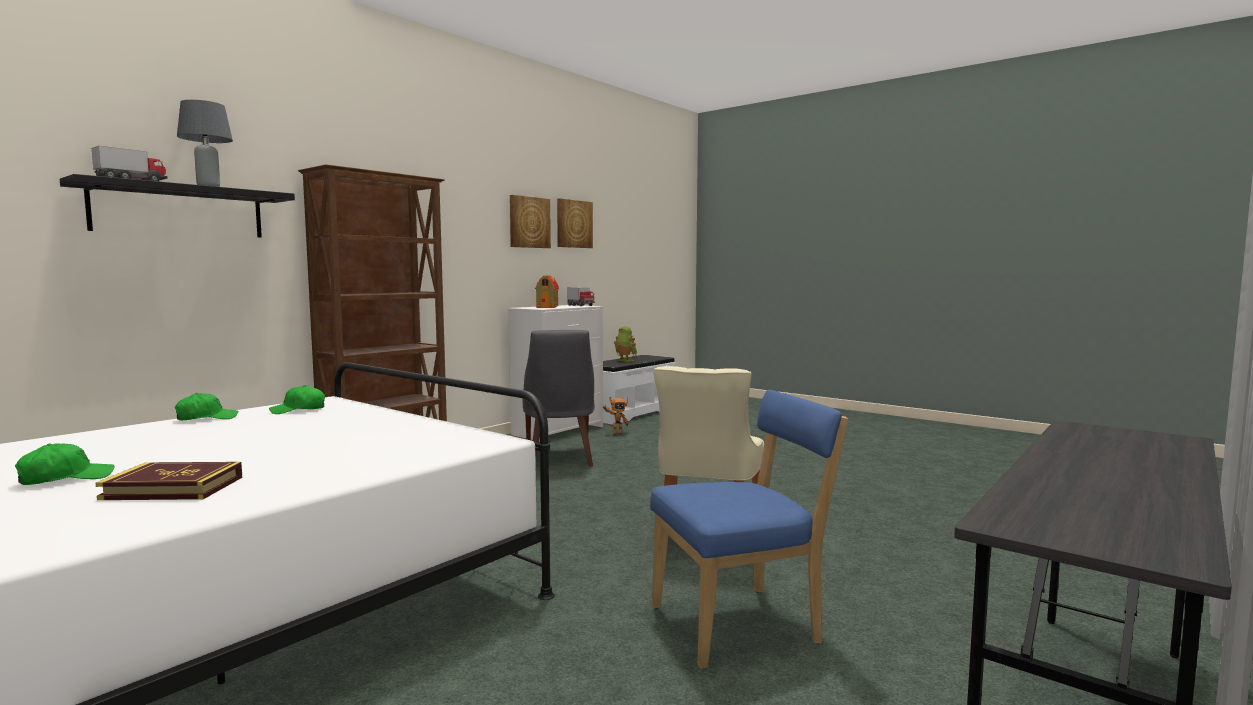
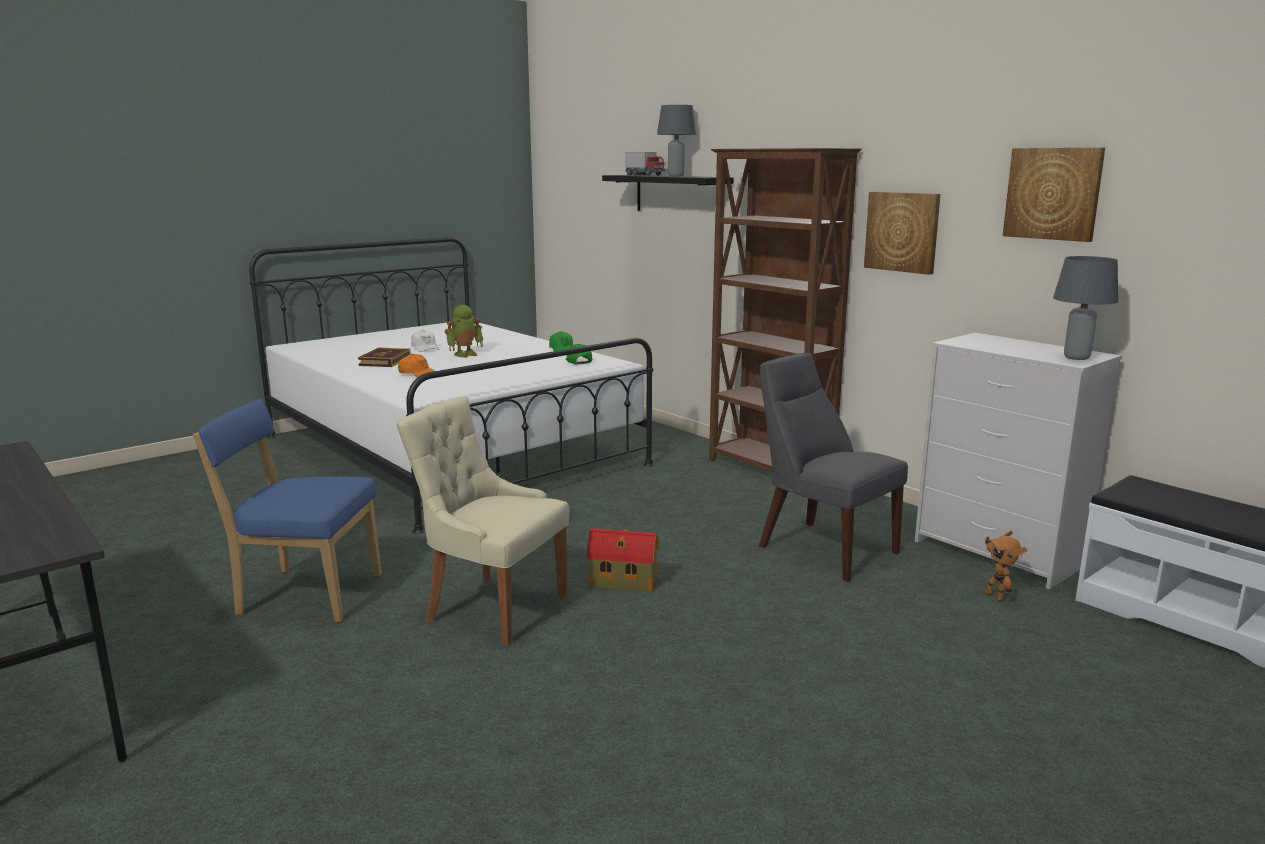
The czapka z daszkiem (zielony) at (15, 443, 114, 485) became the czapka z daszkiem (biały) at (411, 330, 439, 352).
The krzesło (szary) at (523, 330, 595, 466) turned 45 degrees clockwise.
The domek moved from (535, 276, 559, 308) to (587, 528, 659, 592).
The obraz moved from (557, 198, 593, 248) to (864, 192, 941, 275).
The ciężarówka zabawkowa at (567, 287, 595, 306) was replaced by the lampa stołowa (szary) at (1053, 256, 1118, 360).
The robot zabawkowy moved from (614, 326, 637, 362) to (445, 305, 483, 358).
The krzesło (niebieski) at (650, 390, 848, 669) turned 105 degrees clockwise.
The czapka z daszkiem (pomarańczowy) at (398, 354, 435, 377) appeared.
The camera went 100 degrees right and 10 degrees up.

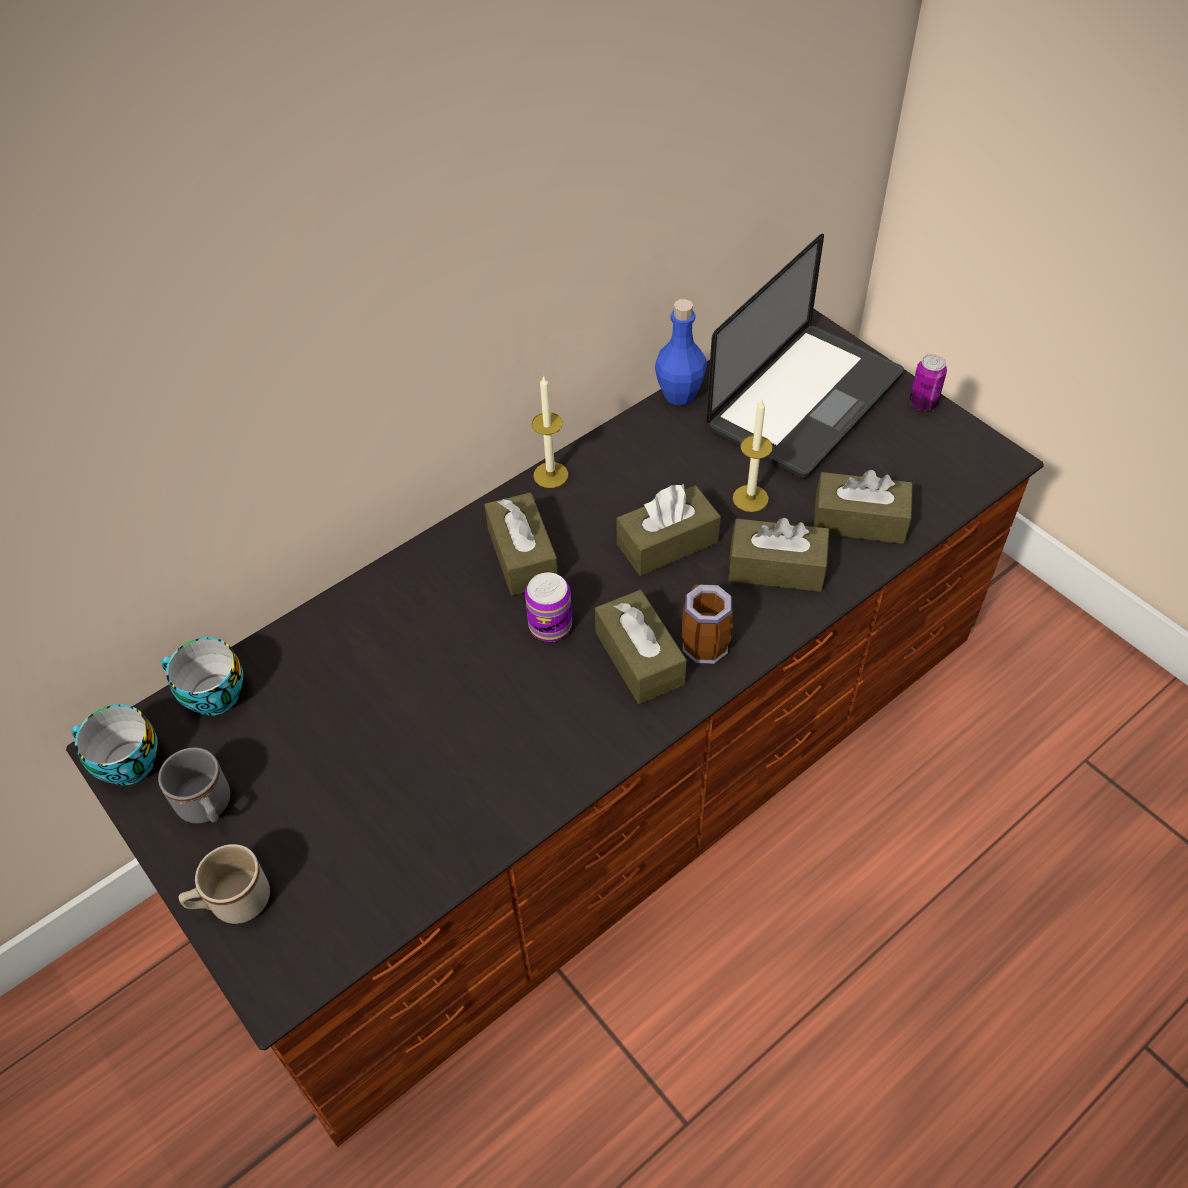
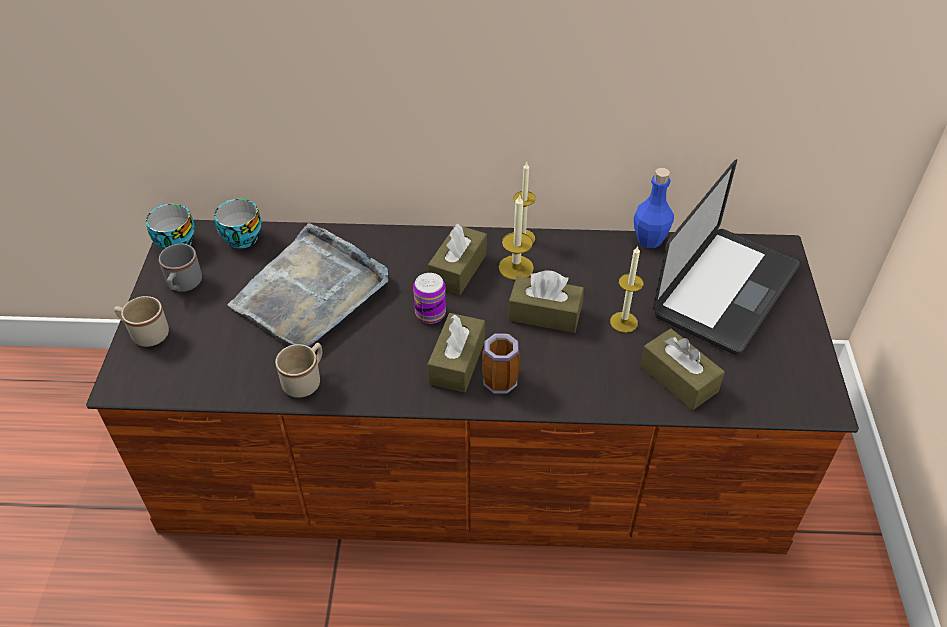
The laptop at (706, 234, 904, 479) turned 45 degrees counterclockwise.
The pudełko chusteczek (brązowy) at (728, 518, 829, 592) disappeared.
The puszka at (909, 354, 947, 411) disappeared.
The taca (szary) at (227, 223, 389, 346) appeared.
The kubek (beżowy) at (275, 343, 322, 398) appeared.
The świeca at (499, 194, 534, 280) appeared.
The camera went 40 degrees right and 5 degrees down.

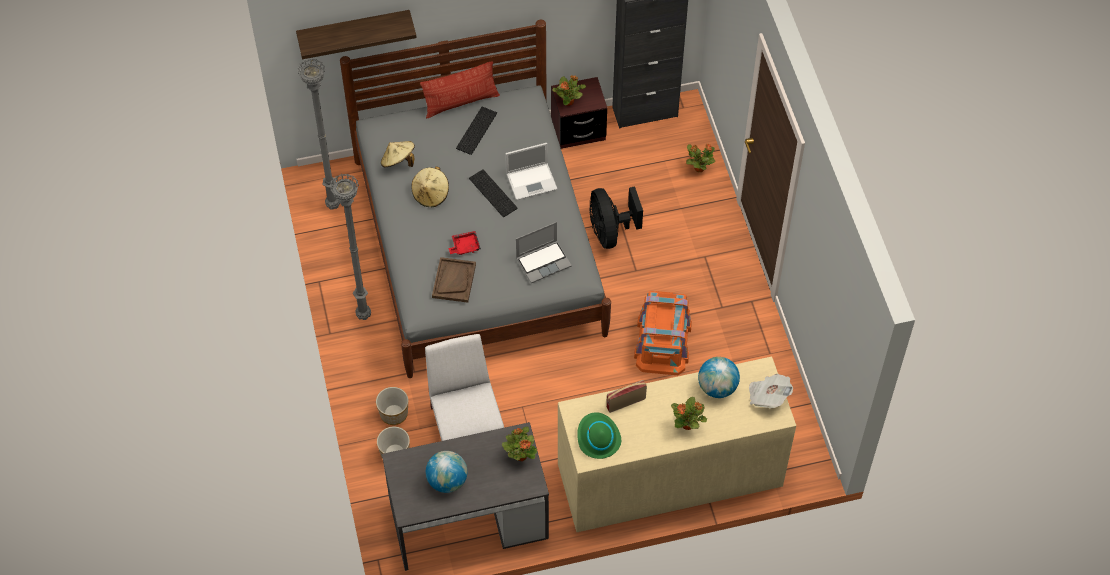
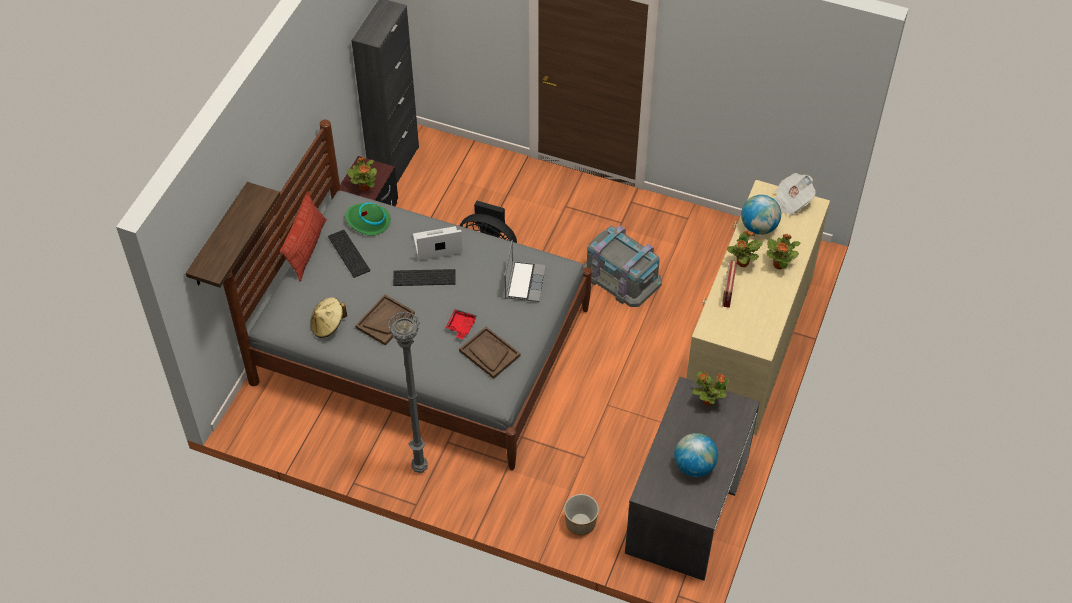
The lampa stojąca (szary) at (298, 59, 340, 210) disappeared.
The donica at (376, 387, 408, 425) disappeared.
The kapelusz (beżowy) at (411, 166, 449, 207) was replaced by the taca (brązowy) at (355, 295, 415, 346).
The krzesło (biały) at (425, 334, 504, 441) disappeared.
The laptop at (505, 143, 557, 200) turned 120 degrees counterclockwise.
The kapelusz (zielony) moved from (577, 412, 621, 459) to (345, 203, 391, 236).
The pojemnik do przechowywania (pomarańczowy) at (634, 291, 692, 375) became the pojemnik do przechowywania (szary) at (583, 226, 662, 307).
The roślina doniczkowa moved from (686, 143, 715, 172) to (727, 230, 763, 267).
The camera went 55 degrees left and 5 degrees down.

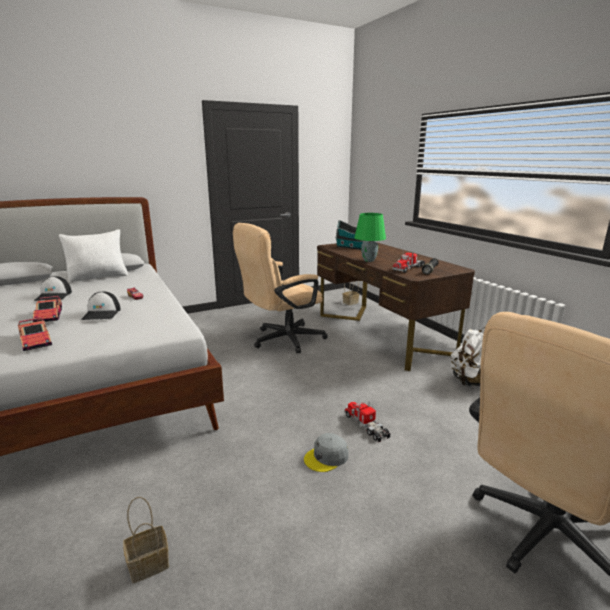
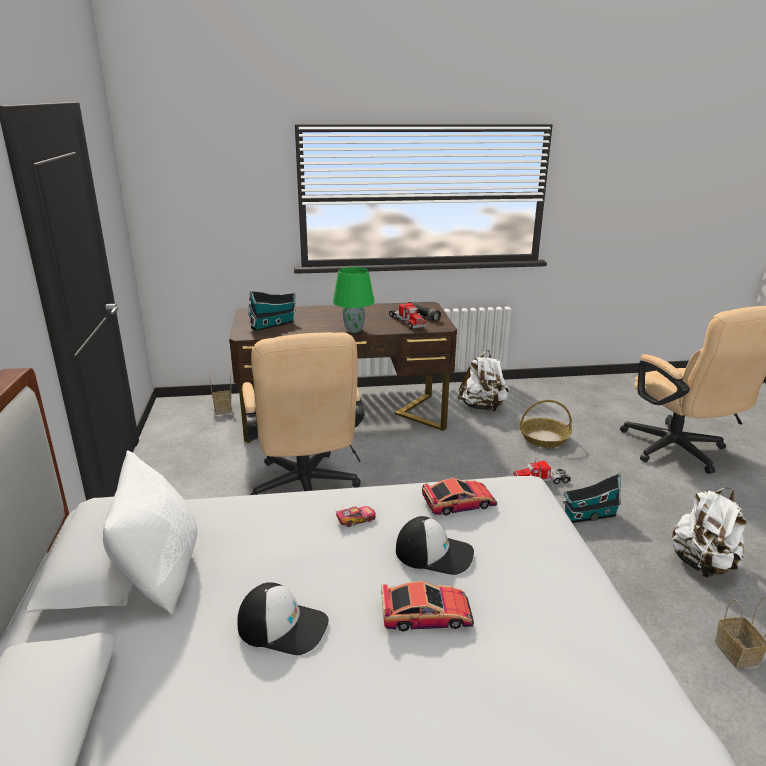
The samochodzik moved from (18, 317, 52, 351) to (422, 478, 497, 516).
The czapka z daszkiem (szary) at (304, 433, 349, 472) was replaced by the domek at (563, 473, 621, 523).
The koszyk at (520, 400, 572, 448) appeared.
The plecak (biały) at (672, 487, 747, 578) appeared.
The camera went 70 degrees left and 5 degrees up.

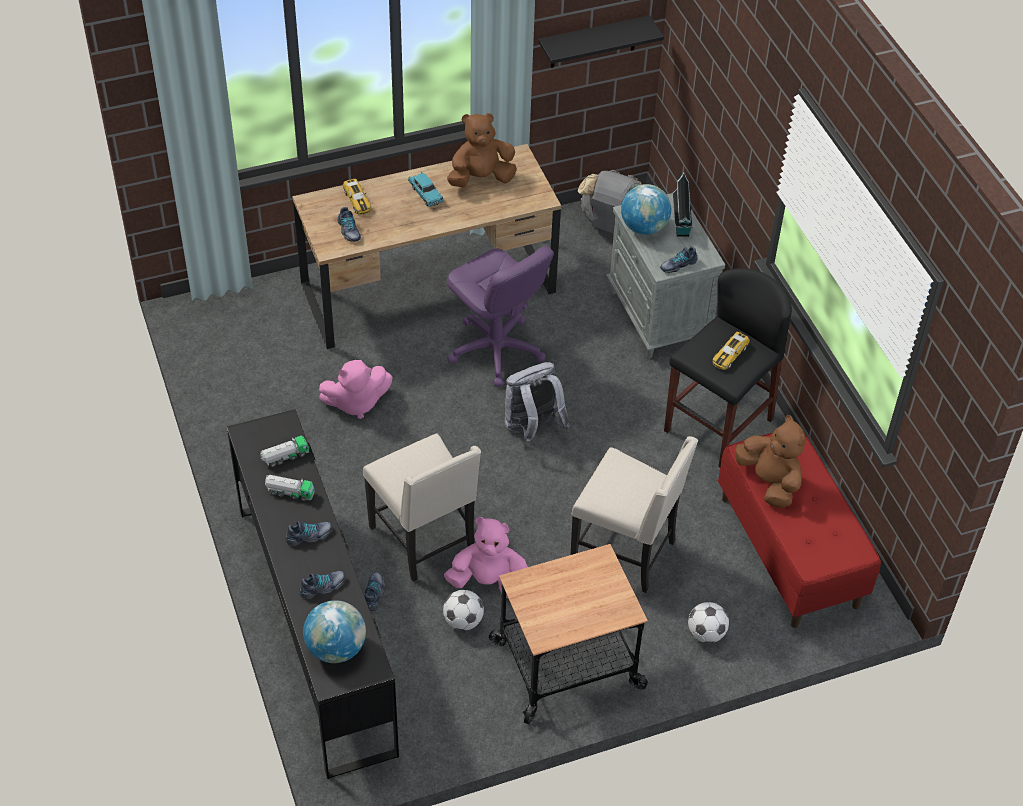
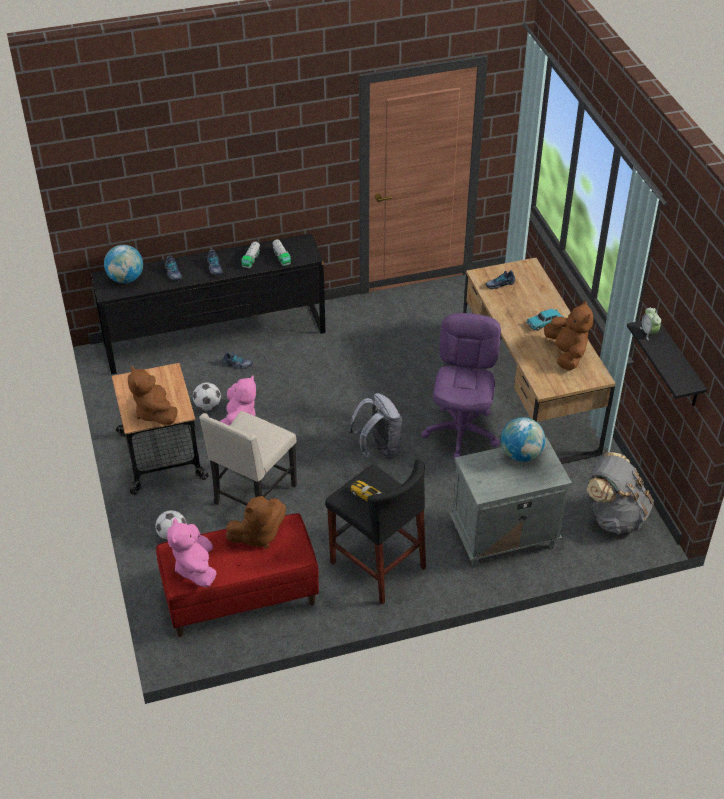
The pluszak (różowy) moved from (319, 360, 393, 419) to (167, 518, 217, 588).
The samochodzik at (343, 179, 371, 215) disappeared.
The krzesło (beżowy) at (363, 434, 481, 582) disappeared.
The krzesło biurowe (fioletowy) at (447, 246, 554, 387) turned 135 degrees clockwise.
The but at (660, 246, 698, 273) disappeared.
The domek at (673, 172, 693, 237) disappeared.
The pluszak (brązowy) at (128, 366, 178, 425) appeared.
The budzik at (640, 307, 661, 340) appeared.
The camera went 95 degrees right and 5 degrees down.

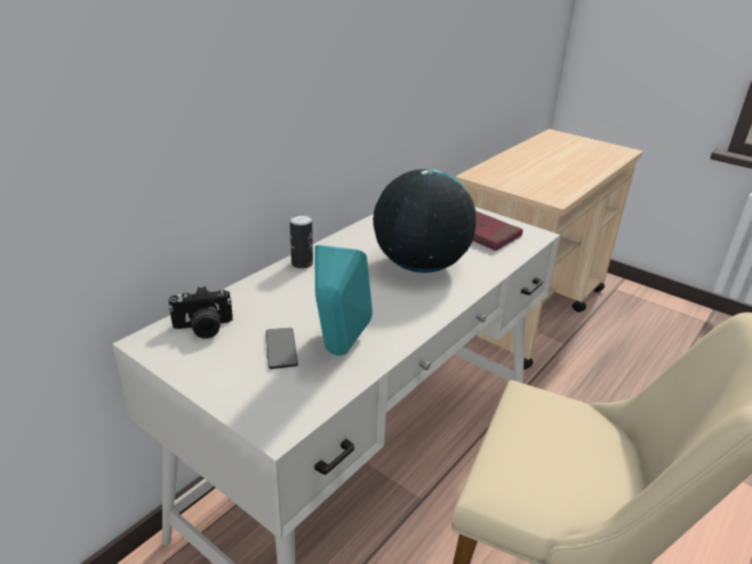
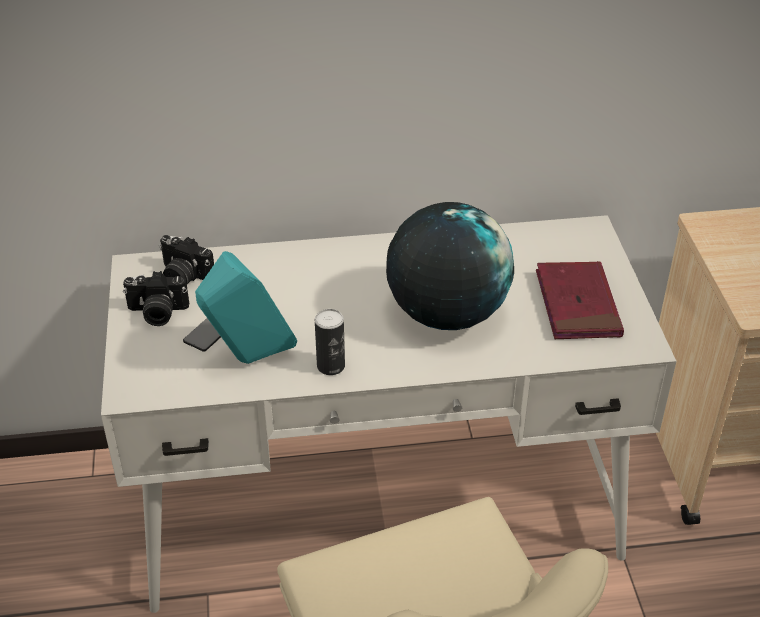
The puszka moved from (290, 214, 313, 269) to (315, 309, 345, 375).
The aparat fotograficzny at (123, 271, 189, 326) appeared.
The camera went 45 degrees right and 10 degrees up.

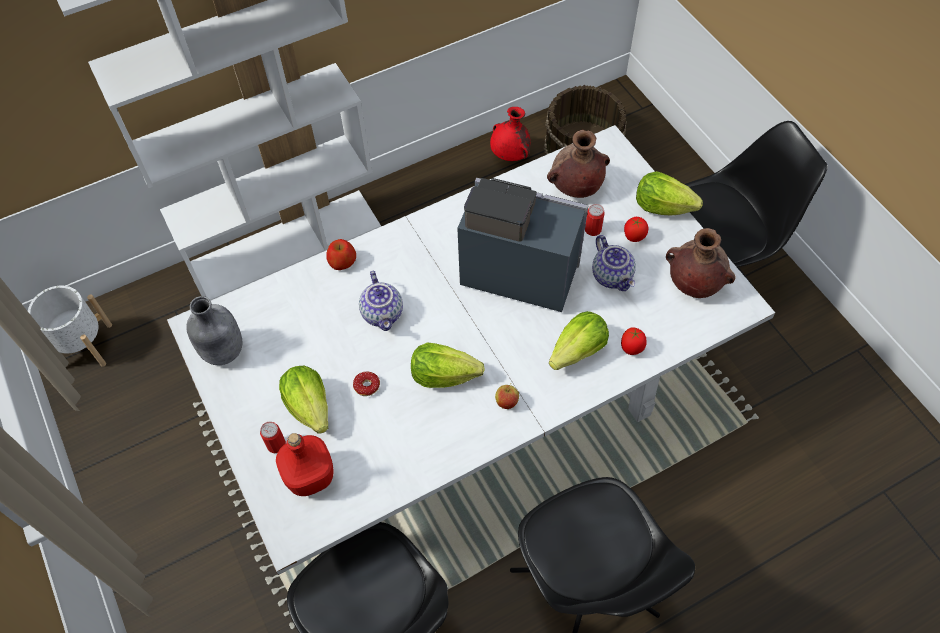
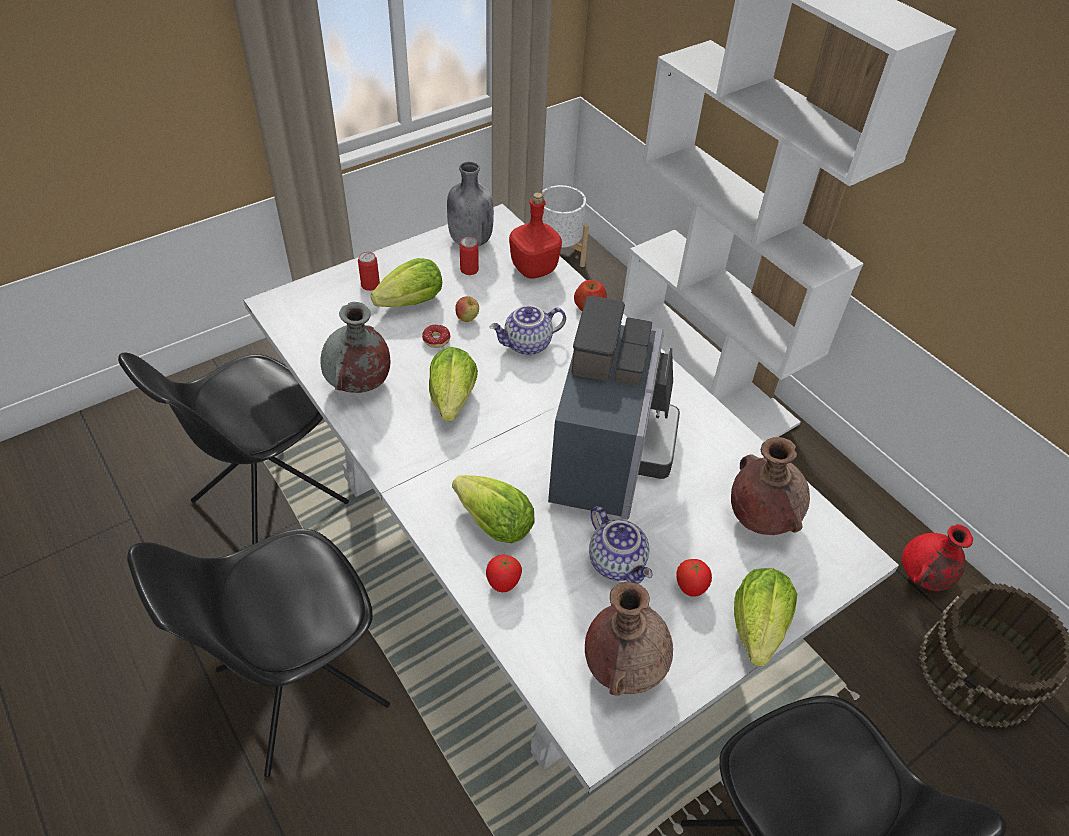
The butelka (czerwony) moved from (276, 433, 333, 496) to (509, 192, 562, 279).
The jabłko moved from (495, 383, 519, 409) to (455, 296, 479, 322).
The puszka moved from (585, 204, 605, 236) to (460, 237, 479, 275).
The imbryk at (592, 235, 636, 291) turned 90 degrees counterclockwise.
The wazon (szary) at (320, 302, 390, 393) appeared.
The camera went 80 degrees right and 10 degrees down.

